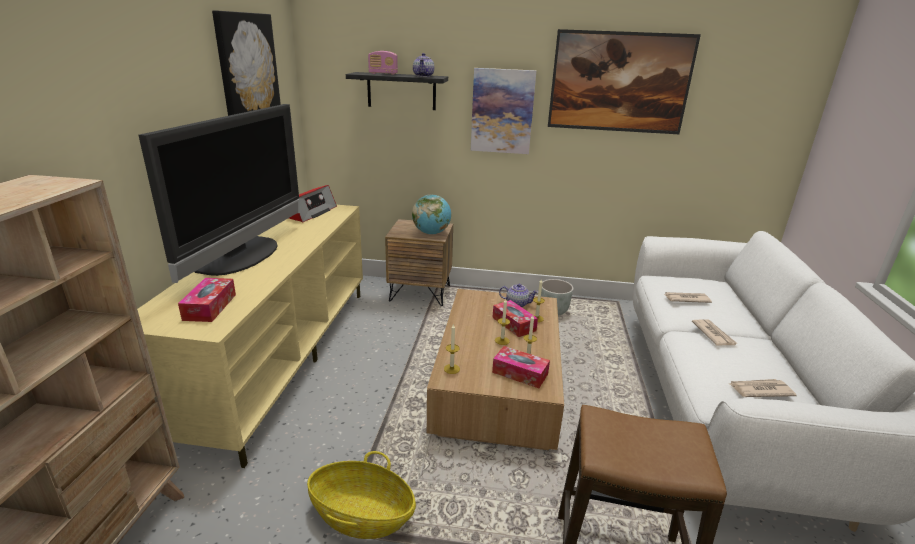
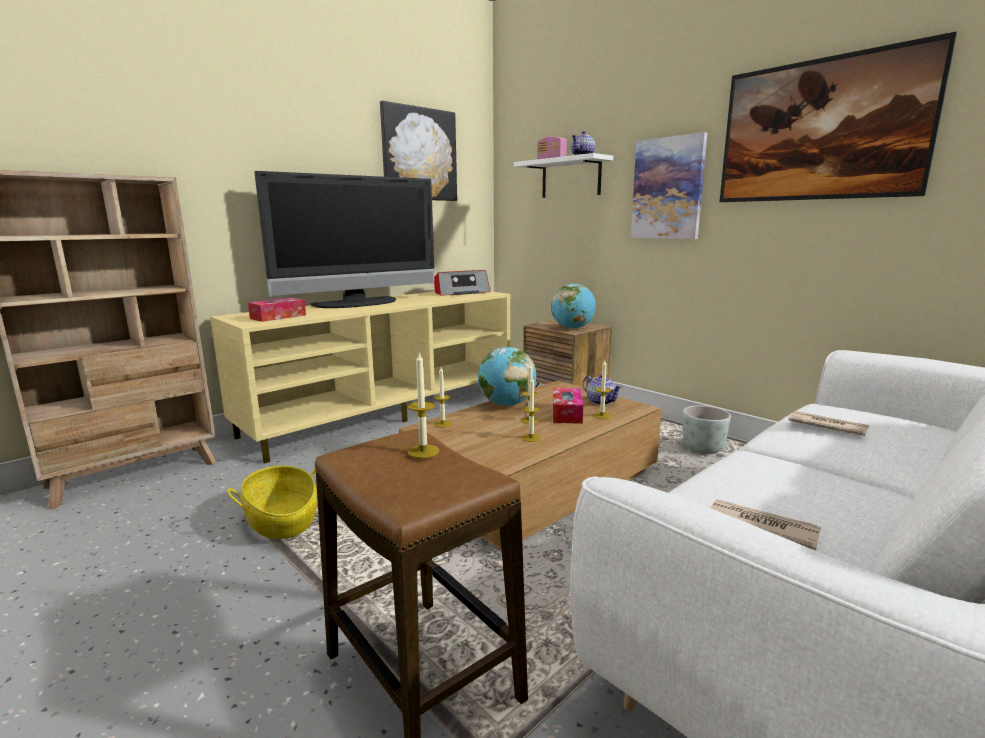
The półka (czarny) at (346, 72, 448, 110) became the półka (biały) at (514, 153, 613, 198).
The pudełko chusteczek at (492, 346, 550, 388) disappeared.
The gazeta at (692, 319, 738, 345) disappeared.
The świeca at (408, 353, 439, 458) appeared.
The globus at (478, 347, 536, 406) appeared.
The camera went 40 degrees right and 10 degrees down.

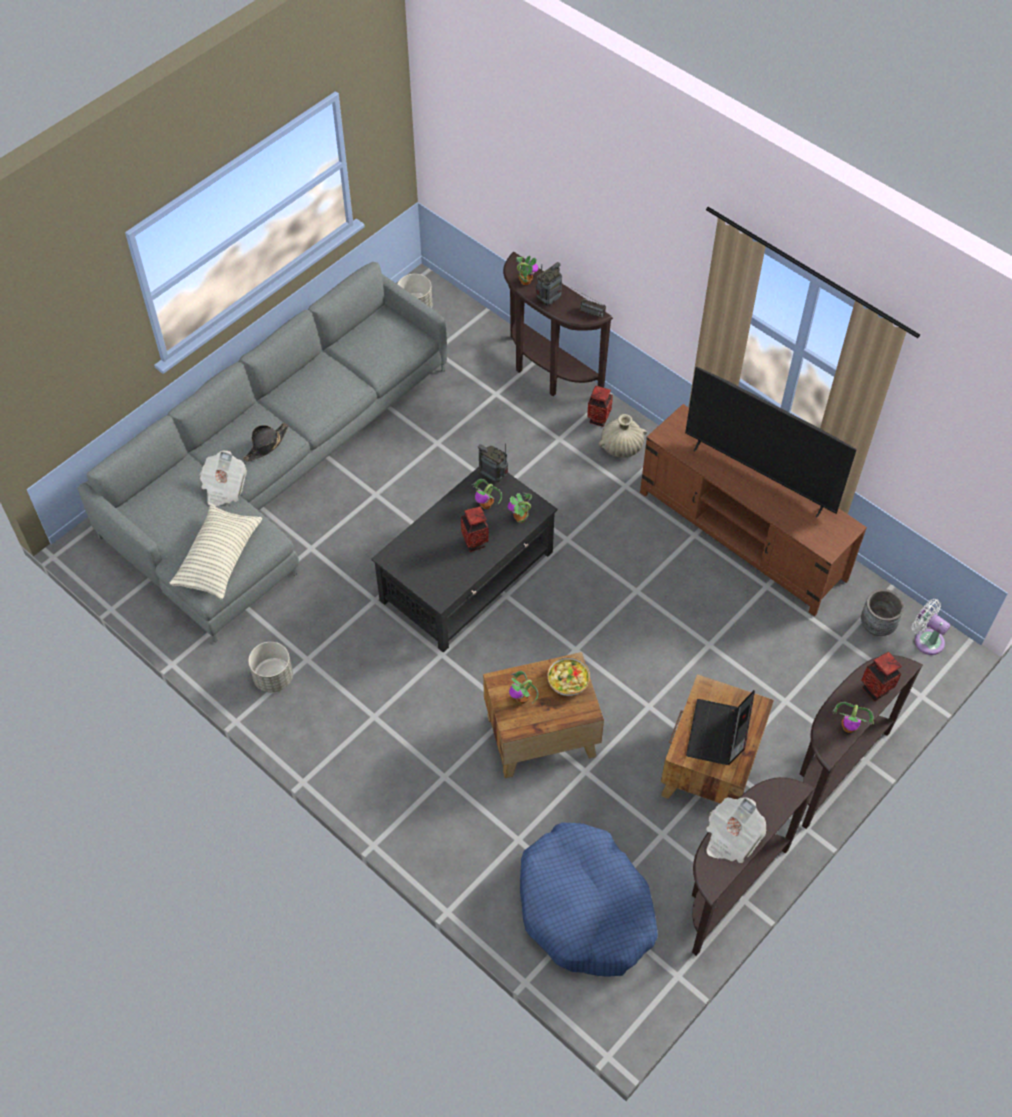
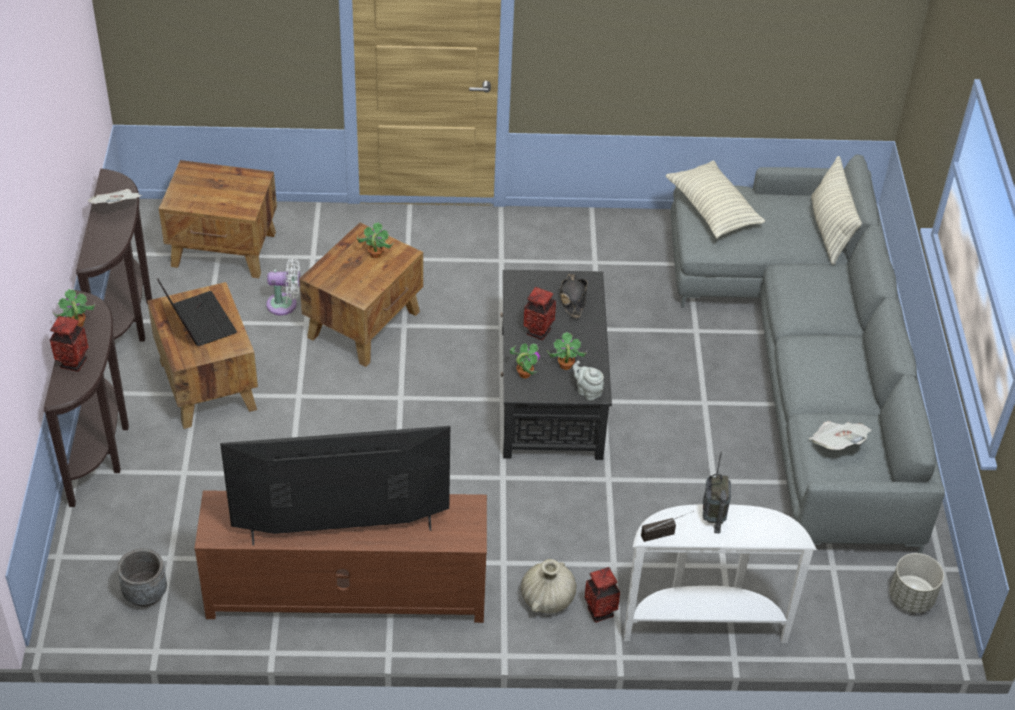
The gazeta moved from (199, 451, 247, 506) to (809, 421, 871, 450).
The kapelusz (czarny) moved from (243, 423, 288, 462) to (560, 274, 588, 318).
The donica (szary) at (248, 642, 293, 693) disappeared.
The radio at (478, 443, 508, 482) was replaced by the imbryk (szary) at (573, 361, 604, 401).
The stolik konsolowy (brązowy) at (503, 252, 613, 396) became the stolik konsolowy (biały) at (624, 504, 817, 643).
The roślina doniczkowa at (516, 256, 539, 285) disappeared.
The legowisko (niebieski) at (520, 822, 658, 977) was replaced by the stolik (brązowy) at (159, 160, 277, 278).
The miska at (548, 657, 590, 696) disappeared.
The wentylator (biały) moved from (912, 599, 950, 655) to (266, 258, 300, 315).
The poduszka at (811, 156, 862, 265) appeared.
The camera went 135 degrees right and 10 degrees down.

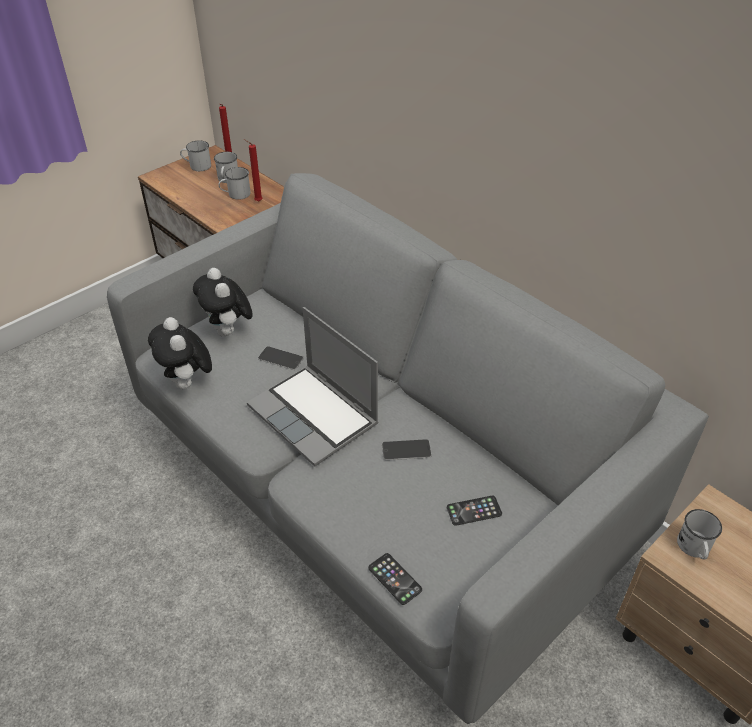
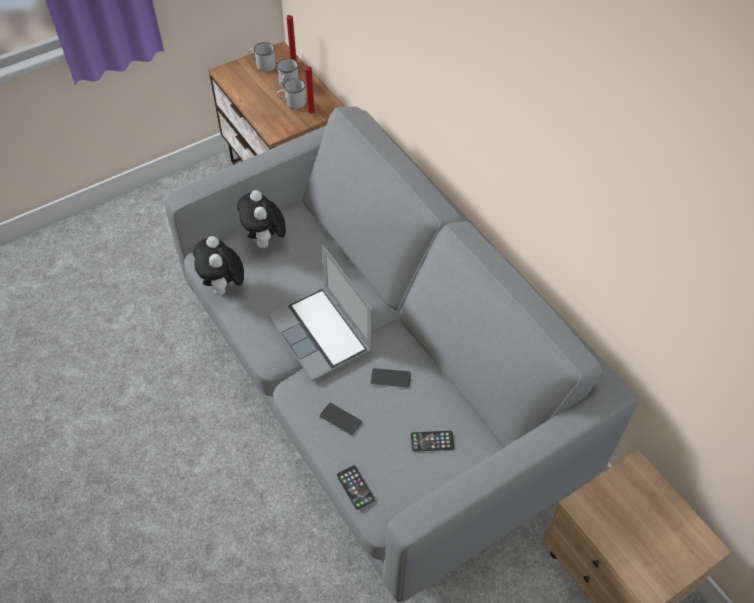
The telefon moved from (258, 346, 304, 370) to (319, 402, 363, 436).
The kubek (biały) at (677, 509, 722, 559) disappeared.
The camera went 10 degrees right and 10 degrees up.

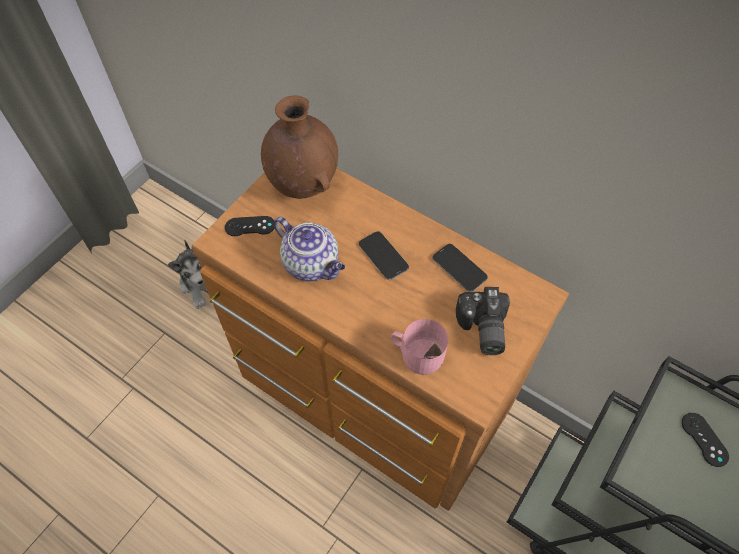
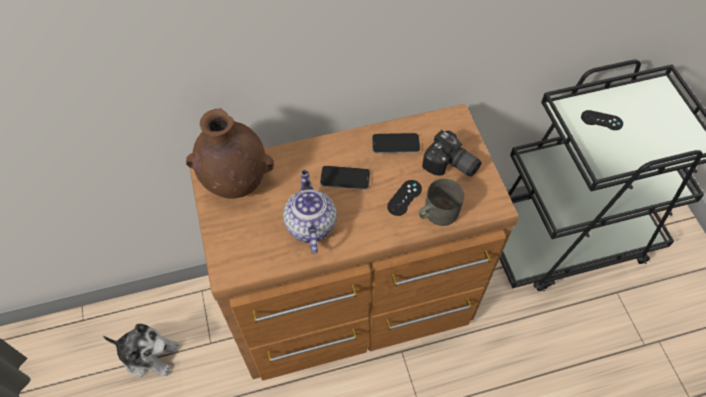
The pad do gier (czarny) moved from (225, 216, 274, 236) to (387, 180, 422, 216).
The imbryk at (273, 217, 345, 282) turned 90 degrees counterclockwise.
The kubek (różowy) at (391, 319, 448, 375) became the kubek (szary) at (419, 179, 464, 226).
The camera went 50 degrees left and 0 degrees up.

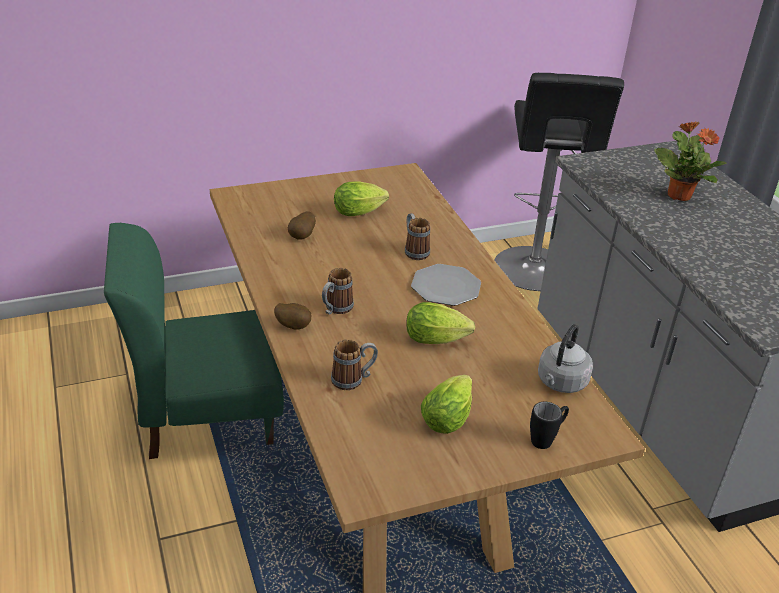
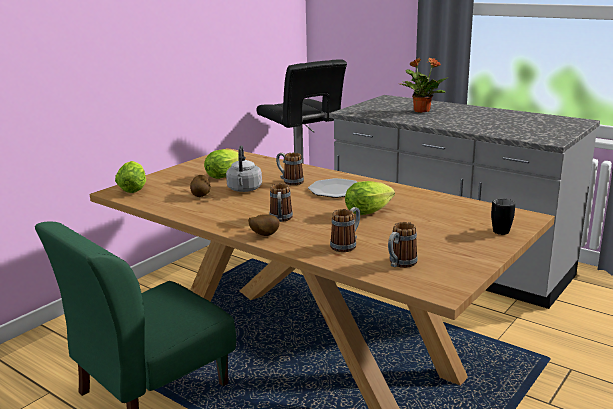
The sałata moved from (421, 375, 472, 434) to (115, 161, 146, 193).
The czajnik (szary) moved from (538, 324, 593, 393) to (226, 145, 262, 192).
The kubek at (388, 222, 418, 268) appeared.
The camera went 30 degrees left and 15 degrees down.

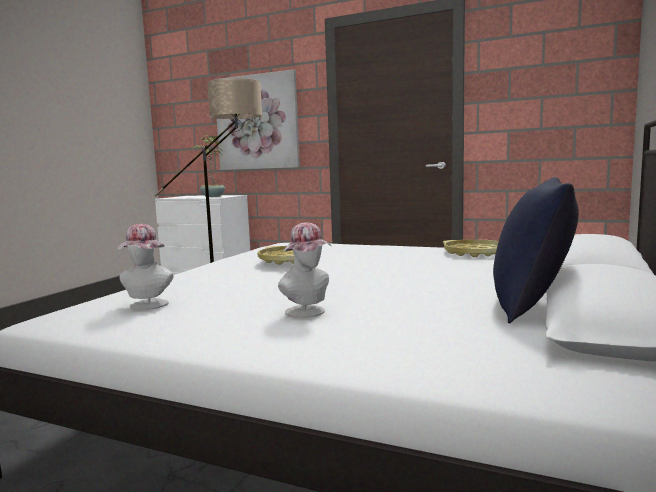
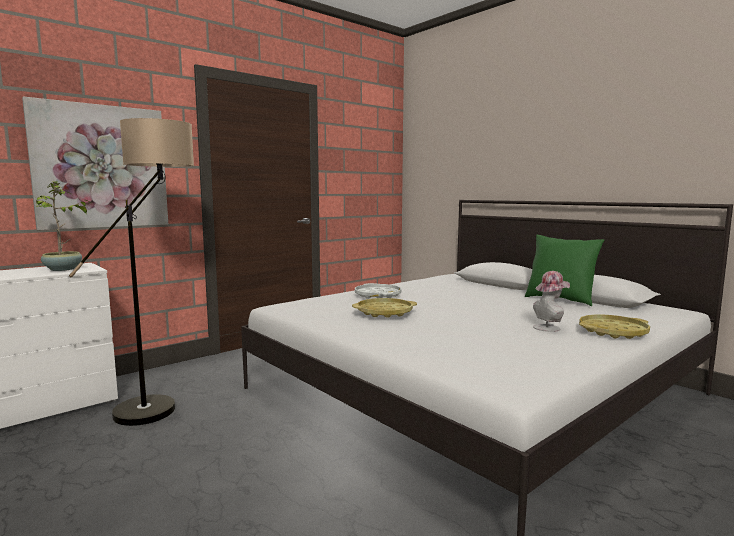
The kapelusz at (118, 224, 174, 310) disappeared.
The taca (żółty) moved from (443, 239, 499, 257) to (579, 314, 650, 339).
The poduszka (niebieski) at (493, 177, 579, 324) became the poduszka (zielony) at (525, 235, 604, 306).
The taca (biały) at (355, 283, 402, 299) appeared.
The camera went 65 degrees left and 0 degrees up.

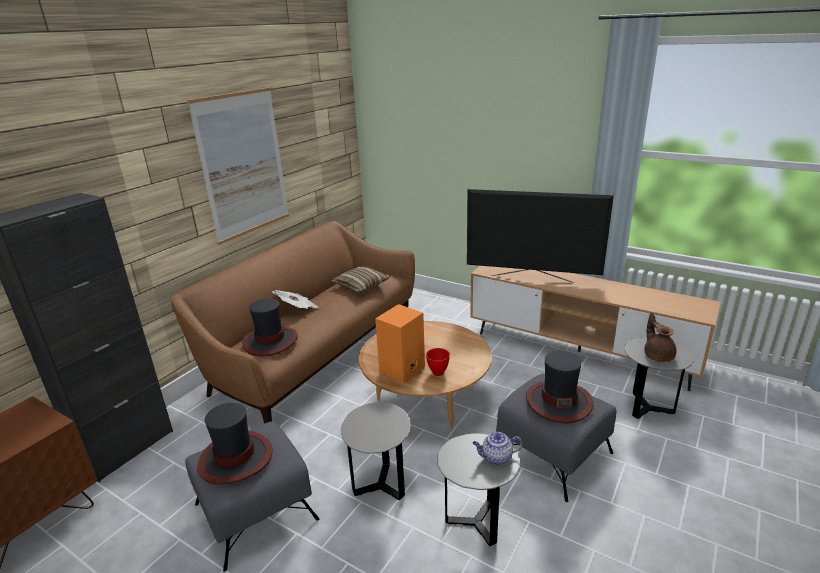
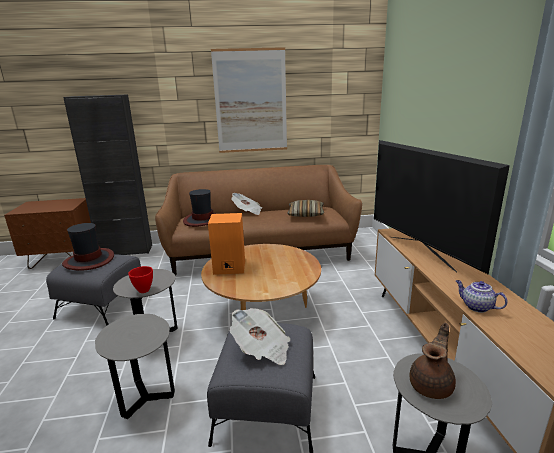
The miska (czerwony) moved from (426, 348, 450, 376) to (128, 266, 153, 293).
The imbryk moved from (473, 432, 523, 465) to (456, 280, 508, 313).
The kapelusz at (526, 351, 593, 423) was replaced by the gazeta at (229, 308, 290, 365).
The camera went 50 degrees right and 5 degrees down.

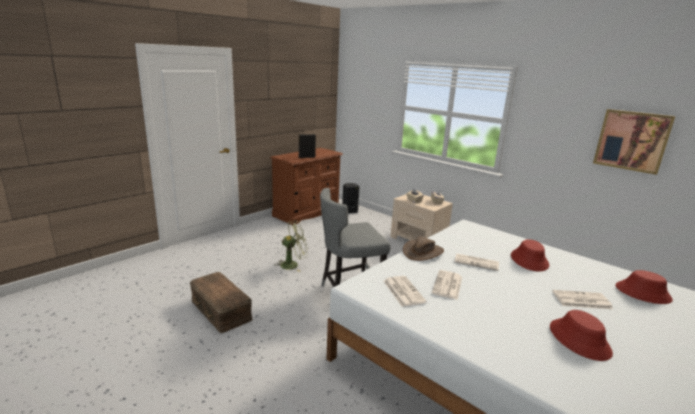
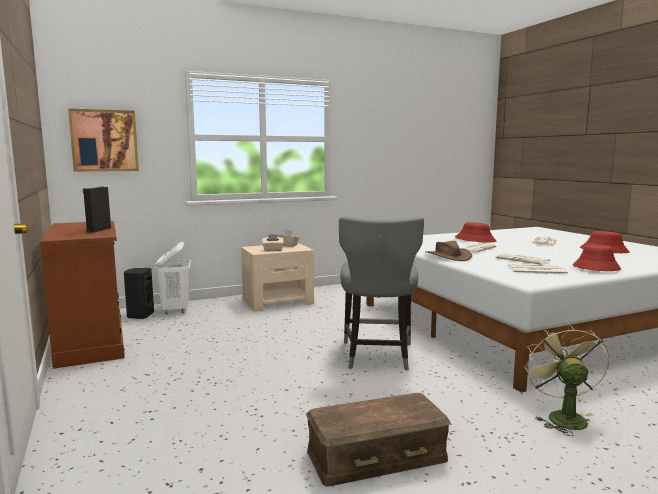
The wentylator (zielony) moved from (274, 220, 308, 272) to (524, 323, 610, 436).
The obraz moved from (593, 109, 675, 175) to (68, 108, 139, 172).
The kapelusz (czerwony) moved from (615, 270, 673, 304) to (573, 245, 621, 271).
The kosz na pranie (biały) at (155, 242, 191, 314) appeared.
The camera went 65 degrees left and 10 degrees down.

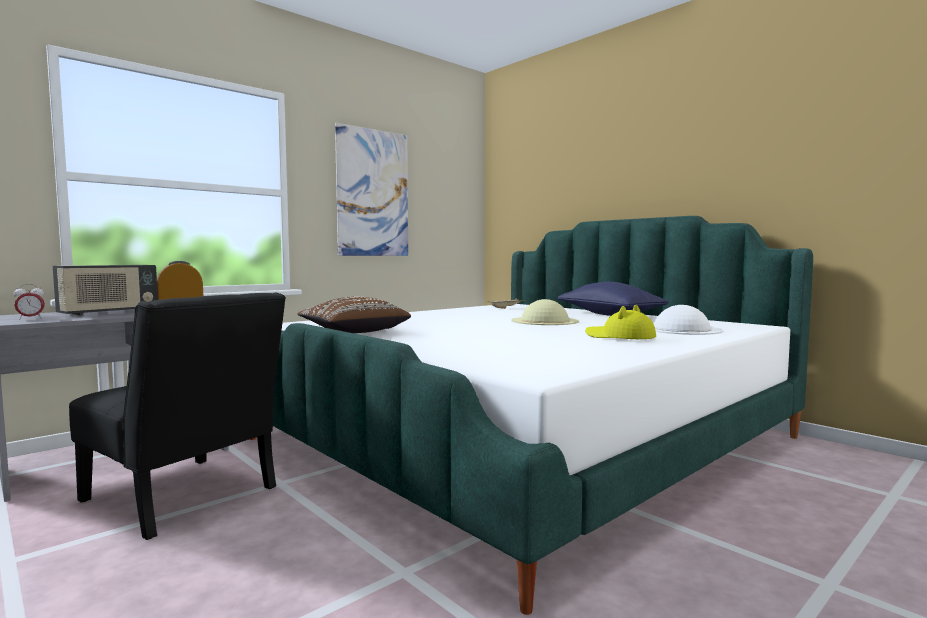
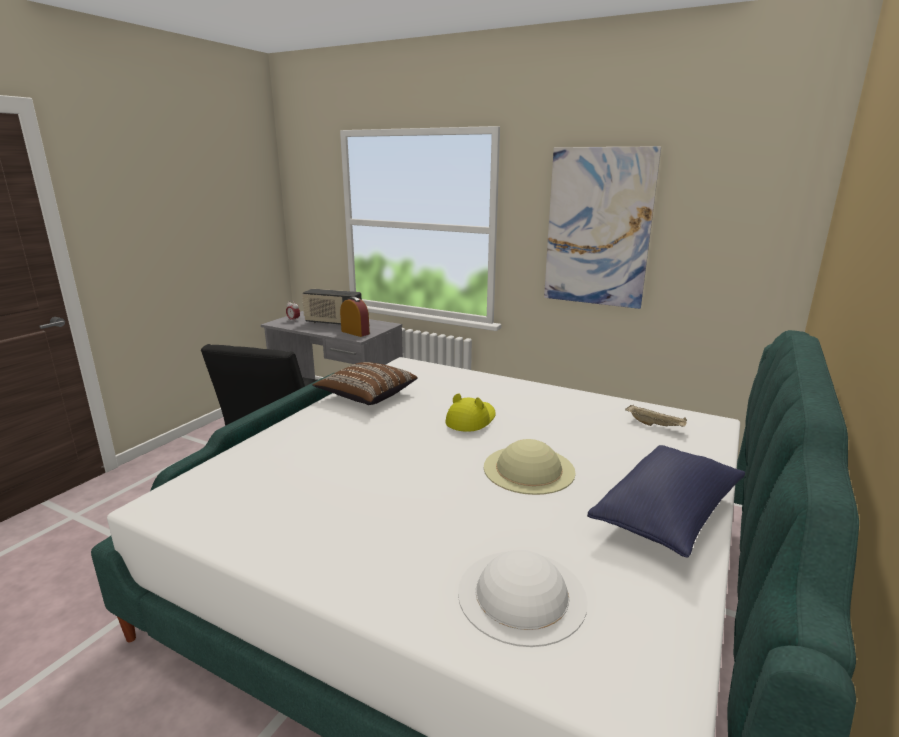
The kapelusz (żółty) moved from (585, 305, 656, 339) to (445, 393, 496, 432).
The camera went 70 degrees right and 15 degrees up.

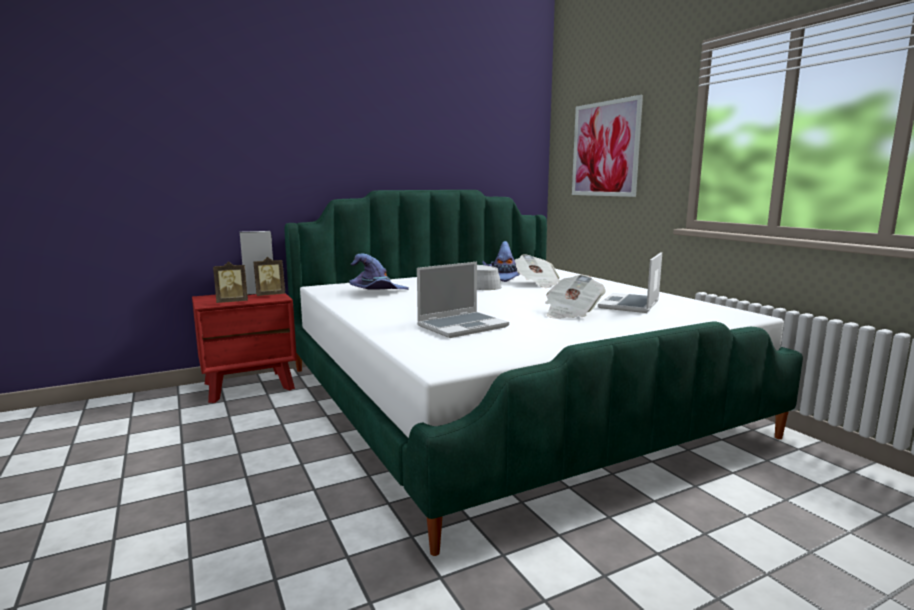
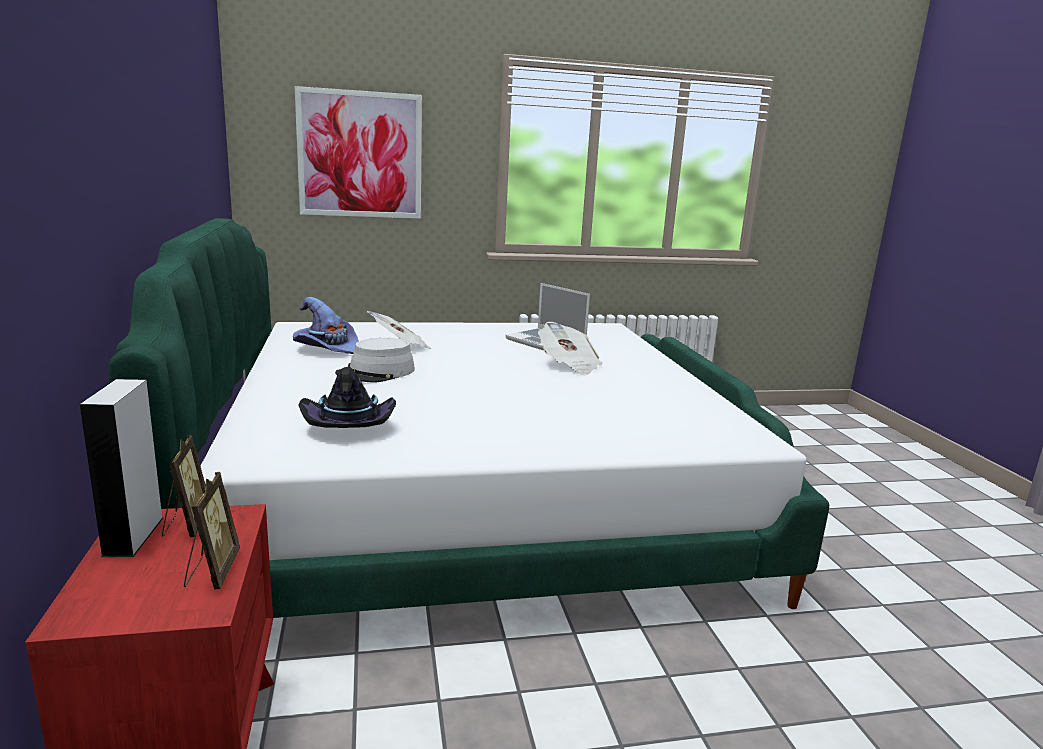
The kapelusz (fioletowy) at (349, 253, 409, 290) became the kapelusz (czarny) at (298, 367, 396, 428).
The laptop at (417, 262, 509, 338) disappeared.
The camera went 75 degrees left and 5 degrees up.

